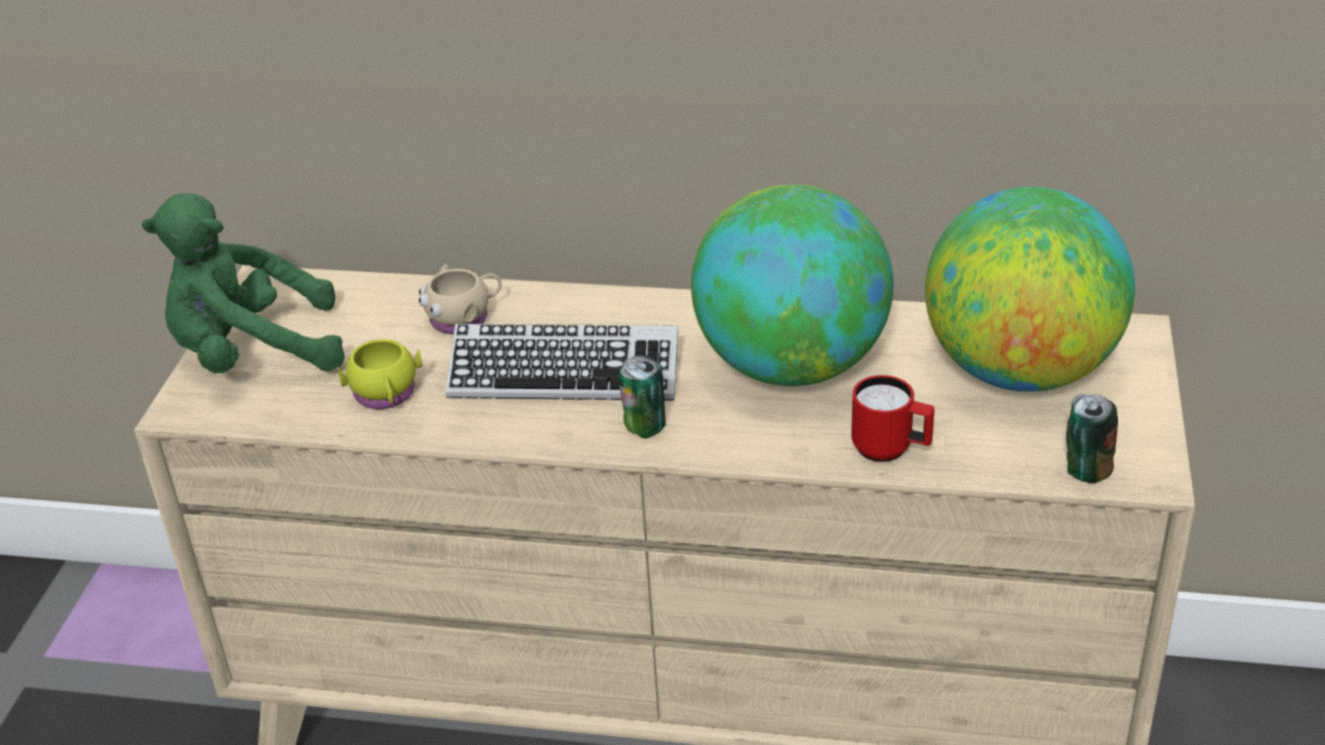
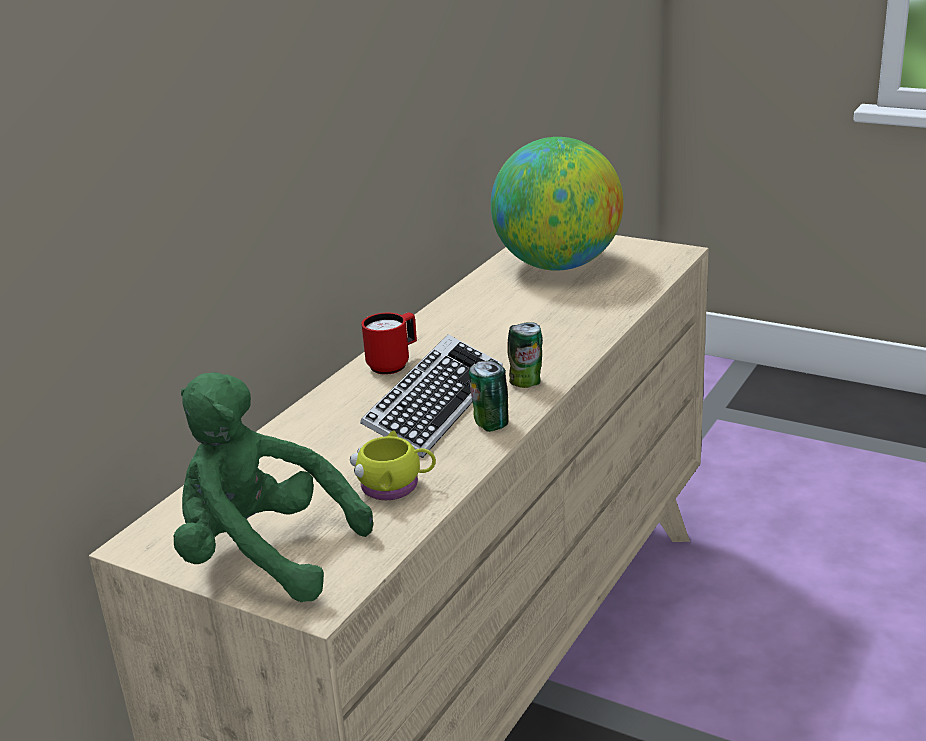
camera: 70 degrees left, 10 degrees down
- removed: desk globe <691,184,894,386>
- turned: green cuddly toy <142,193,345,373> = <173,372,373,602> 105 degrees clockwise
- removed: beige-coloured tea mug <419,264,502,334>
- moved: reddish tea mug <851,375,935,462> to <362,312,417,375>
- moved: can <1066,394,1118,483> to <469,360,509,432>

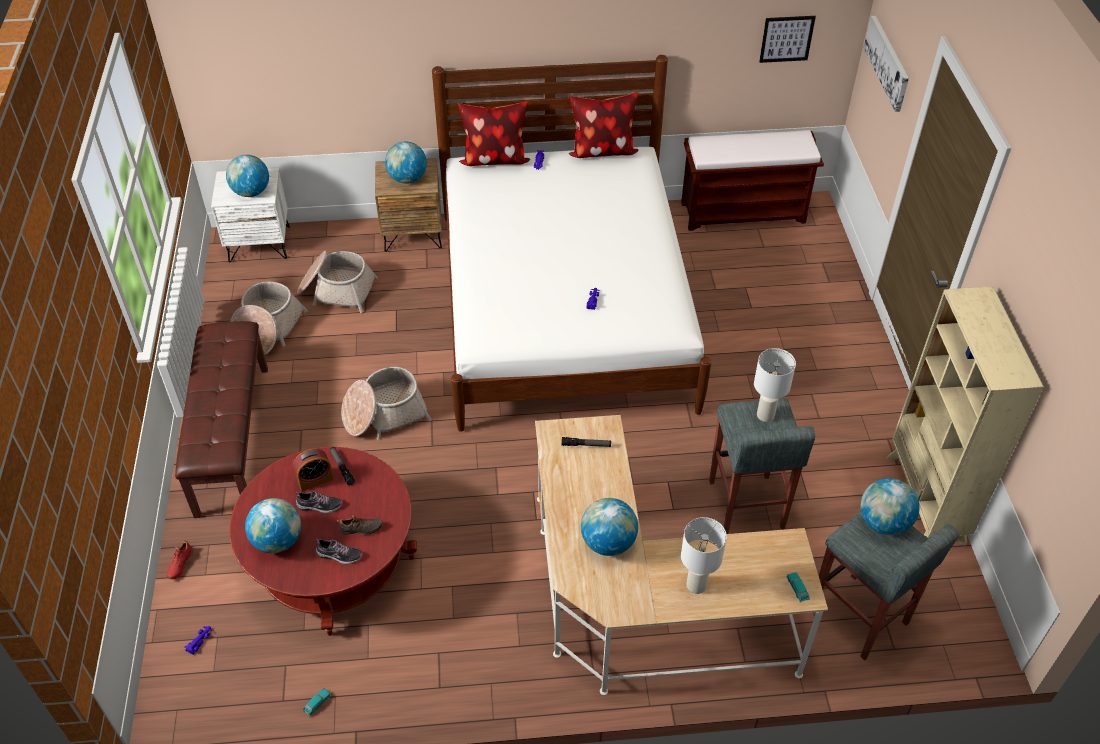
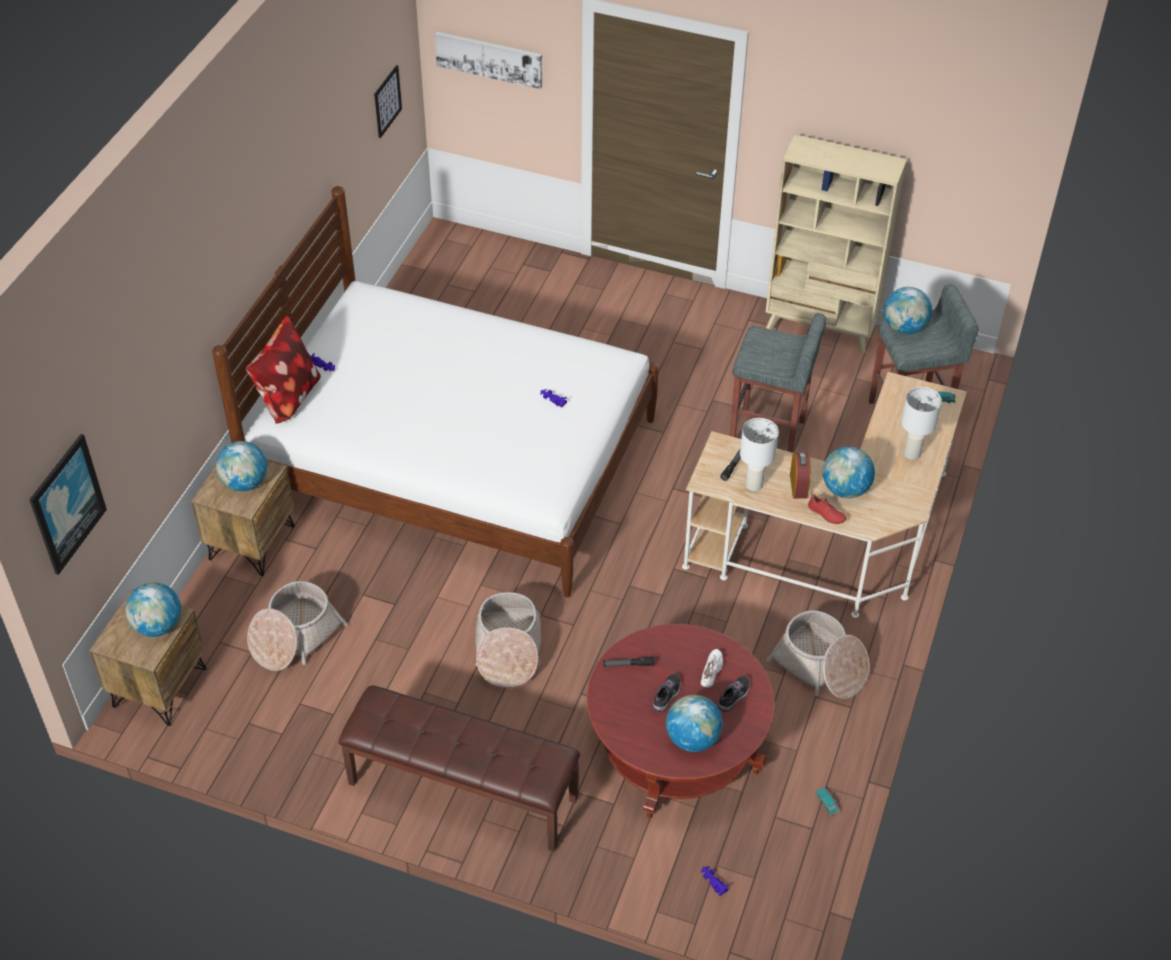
camera: 65 degrees left, 0 degrees up
- removed: cushion <569,92,639,158>
- removed: brownish long seat <681,130,824,231>
- recoloured: white-coloured night table <211,168,290,262> to brownish night table <89,590,206,726>
- moved: basket <230,282,308,355> to <767,610,870,699>
- moved: white-coloured lamp for a table <754,348,796,422> to <740,418,779,491>
- moved: bedside clock <293,448,334,491> to <790,453,811,499>
- recoloured: black-coloured shoe <337,515,383,535> to white-coloured shoe <701,649,723,688>
- moved: reddish shoe <167,539,193,579> to <808,493,847,524>
- added: wall art <29,434,107,575>

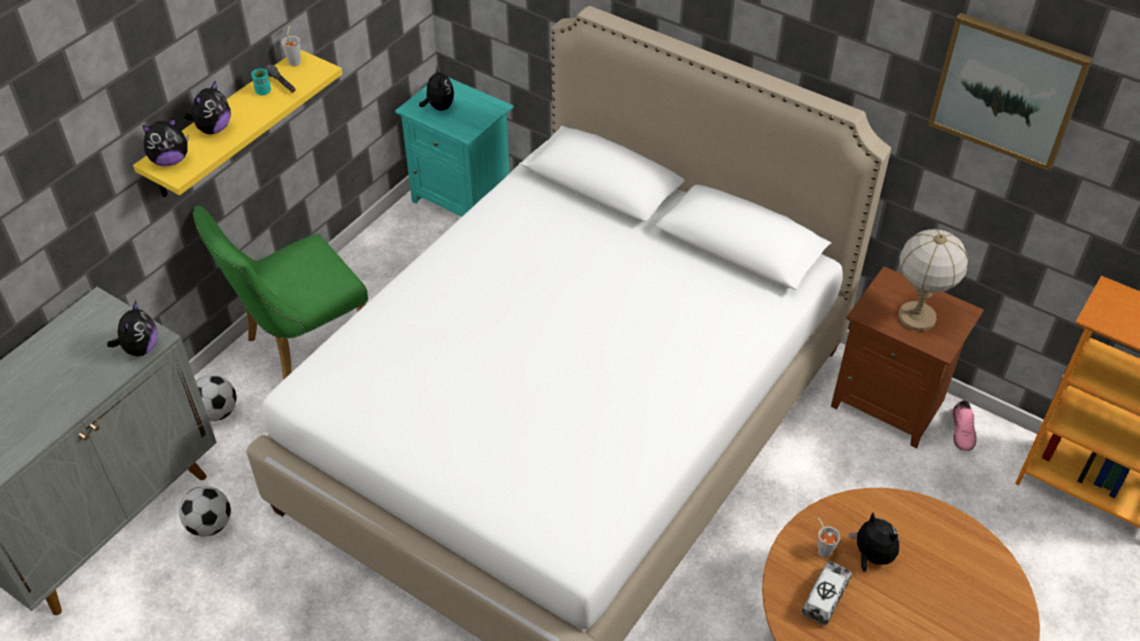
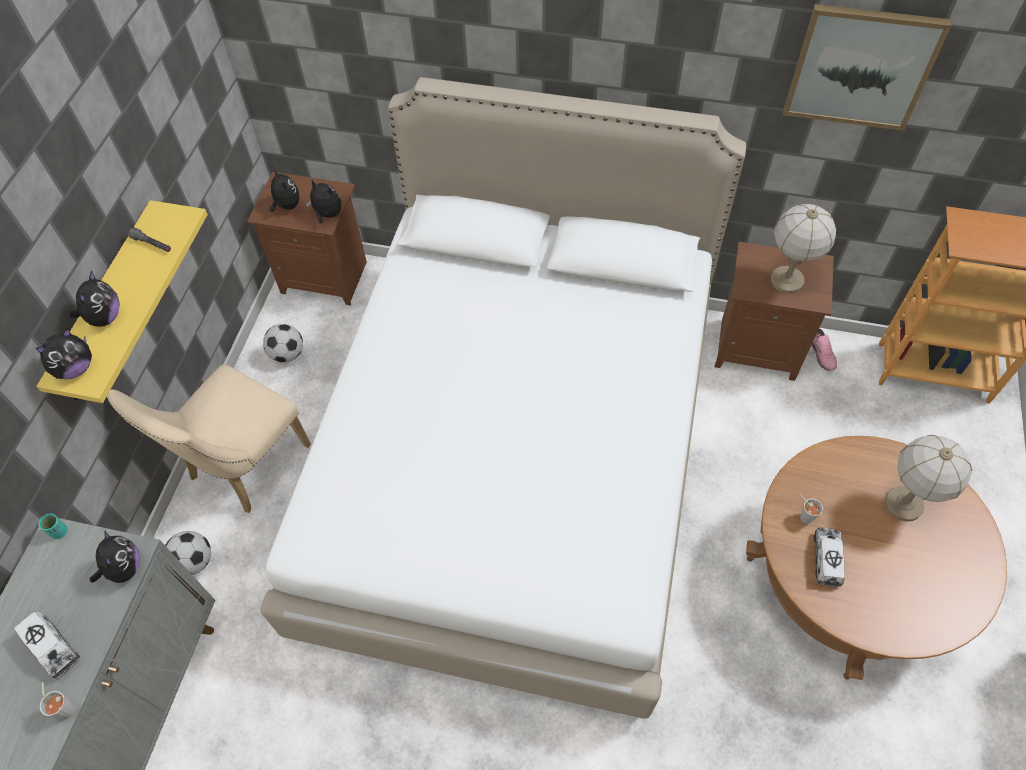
camera: 20 degrees left, 10 degrees up
- moved: greyish small cup <281,26,301,66> to <40,683,75,719>
- moved: turquoise-coloured small cup <251,68,271,95> to <39,514,68,539>
- recoloured: turquoise-coloured night table <395,77,514,217> to brownish night table <247,172,367,305>
- recoloured: green chair <193,205,368,380> to beige-coloured chair <107,364,311,513>
- moved: ball for football <179,486,231,537> to <263,324,303,363>
- moved: cuddly toy <849,512,900,572> to <305,180,341,224>
- added: lamp for a table <885,435,972,522>
- added: toy truck <14,612,80,680>

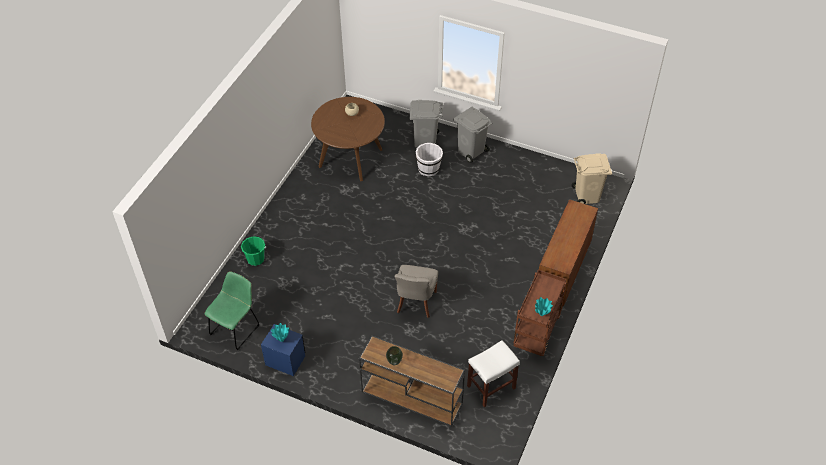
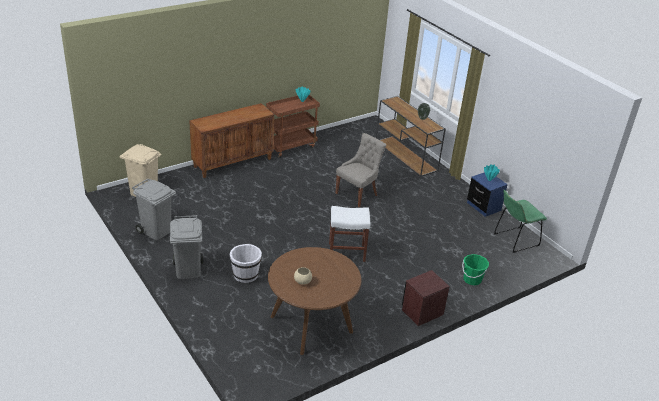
camera: 150 degrees left, 15 degrees down
- moved: greyish rubbish bin <410,100,443,148> to <132,179,176,240>
- moved: white-coloured stool <467,340,520,407> to <329,206,370,262>
- added: brownish night table <402,270,450,326>

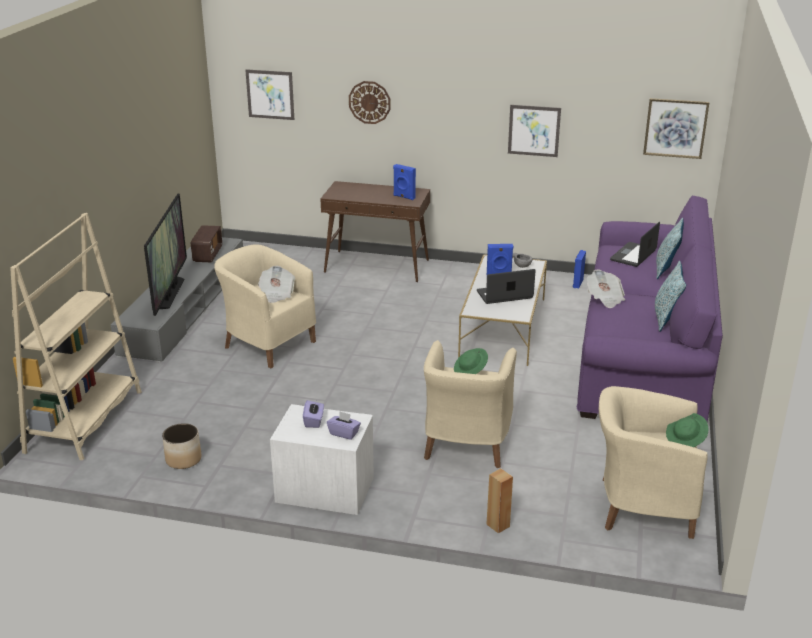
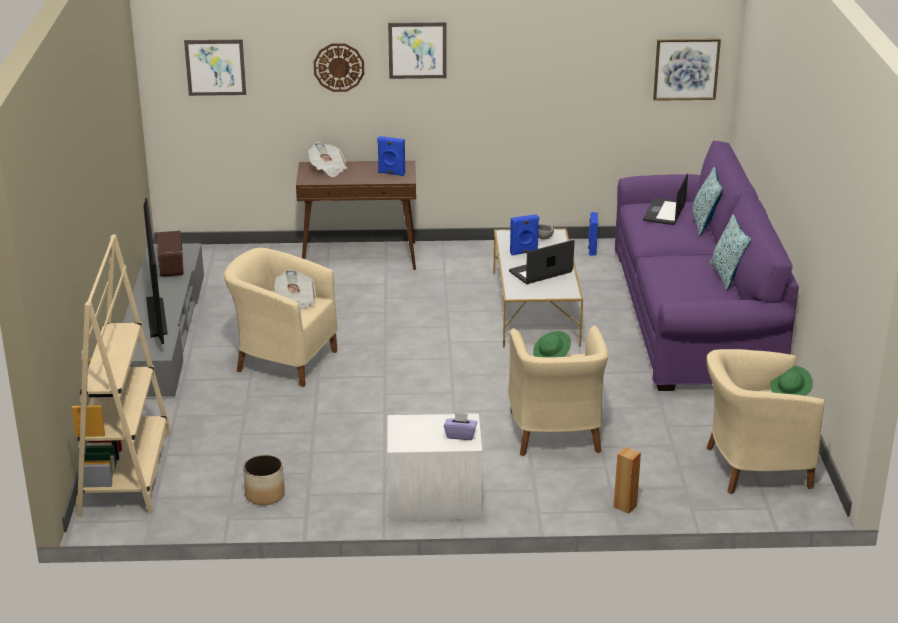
camera: 15 degrees left, 0 degrees up
- moved: wall art <508,105,561,157> to <388,22,446,79>
- moved: newspaper <587,269,625,308> to <308,142,347,177>
- removed: purplish box of tissues <303,400,324,428>

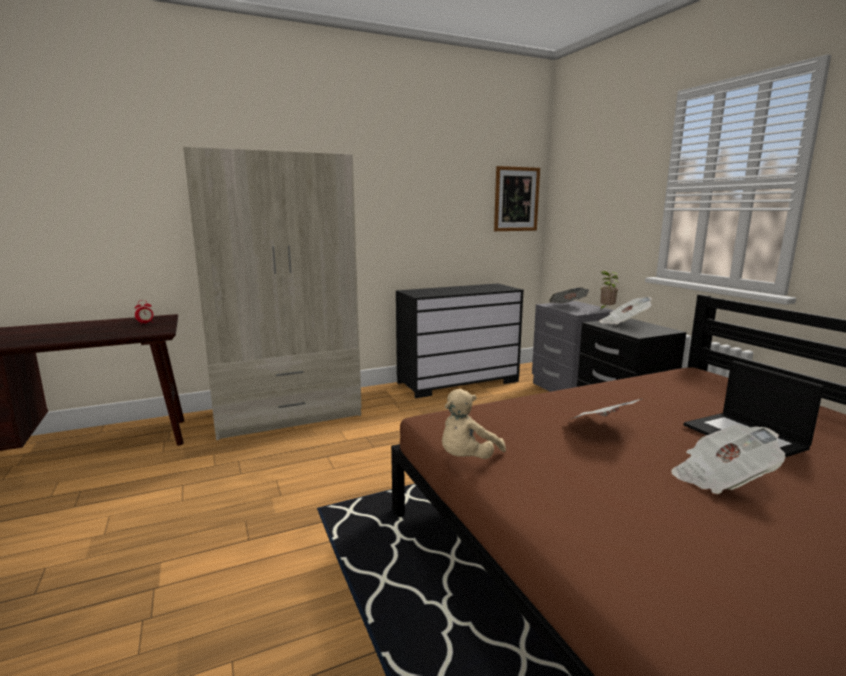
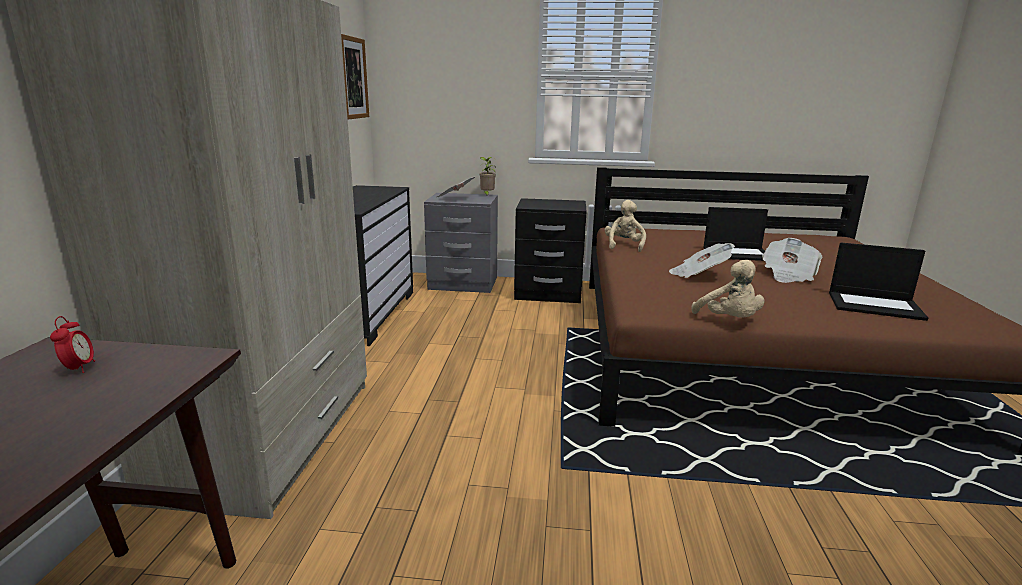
camera: 60 degrees left, 5 degrees up
- removed: newspaper <599,297,652,325>
- added: beige-coloured cuddly toy <605,200,646,252>
- added: laptop <829,243,928,321>

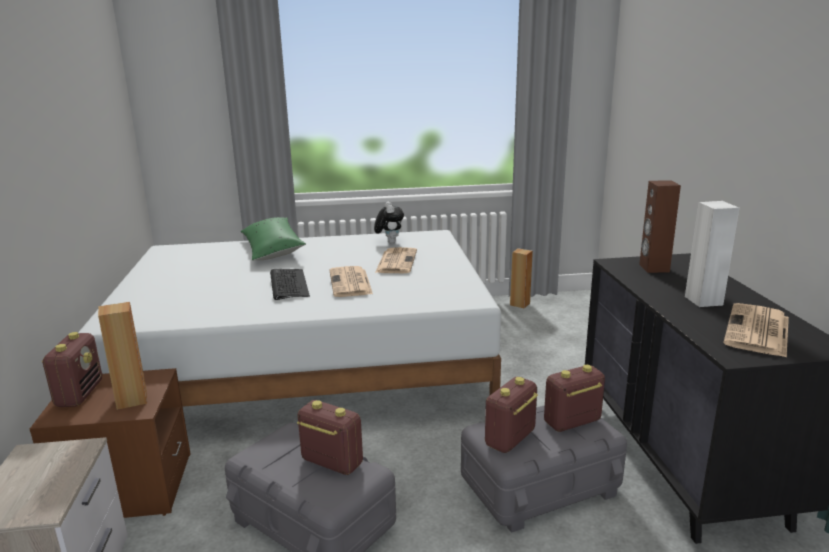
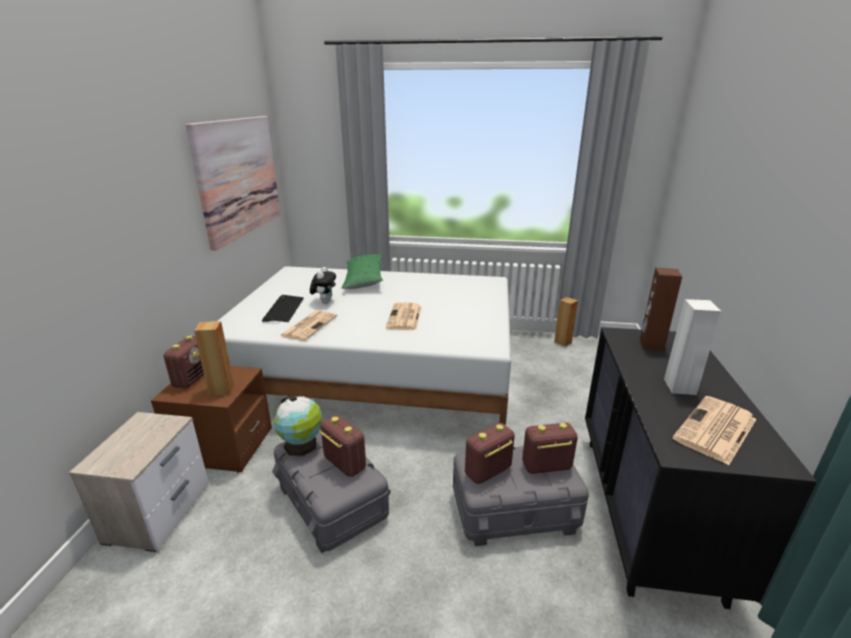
camera: 15 degrees right, 5 degrees up
- moved: cuddly toy <374,201,404,243> to <310,267,336,304>
- moved: newspaper <375,247,417,273> to <280,310,337,341>
- moved: PC keyboard <270,268,310,300> to <262,295,304,322>
- added: wall art <185,116,280,250>
- added: desk globe <274,395,322,456>

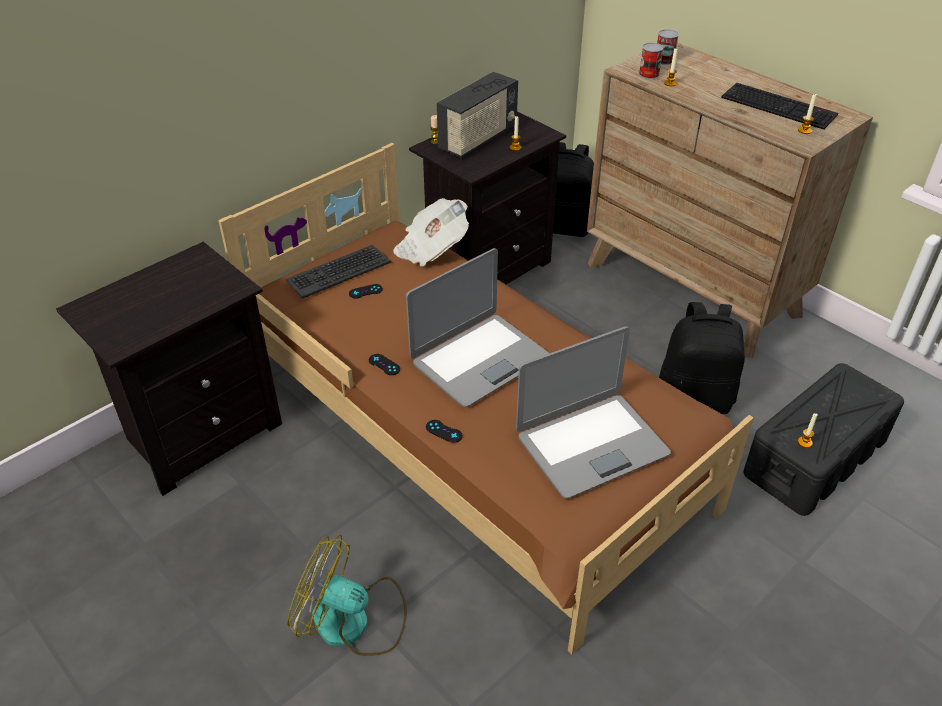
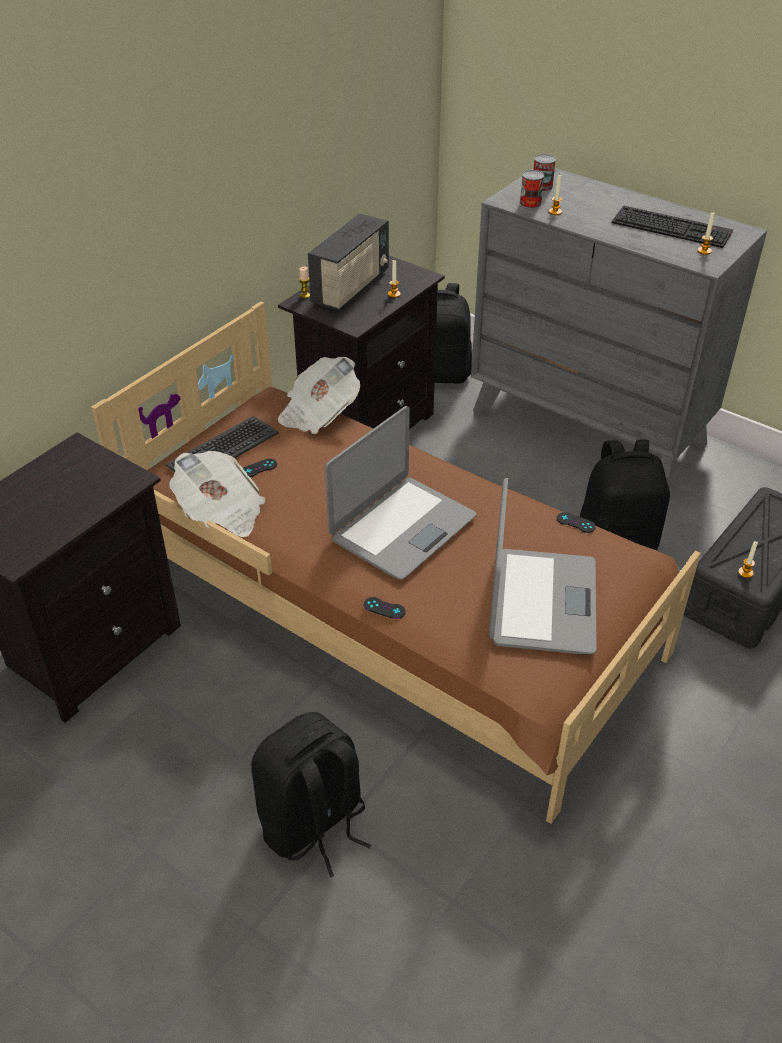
camera: 10 degrees left, 0 degrees up
- recoloured: brownish drawer chest <587,43,873,358> to greyish drawer chest <471,168,767,483>
- turned: laptop <516,326,671,499> = <489,478,597,654> 45 degrees counterclockwise
- moved: black-coloured joypad <369,354,400,375> to <557,512,596,533>
- replaced: cooling fan <287,535,407,656> to black-coloured backpack <251,712,371,878>
- added: newspaper <169,451,266,537>

